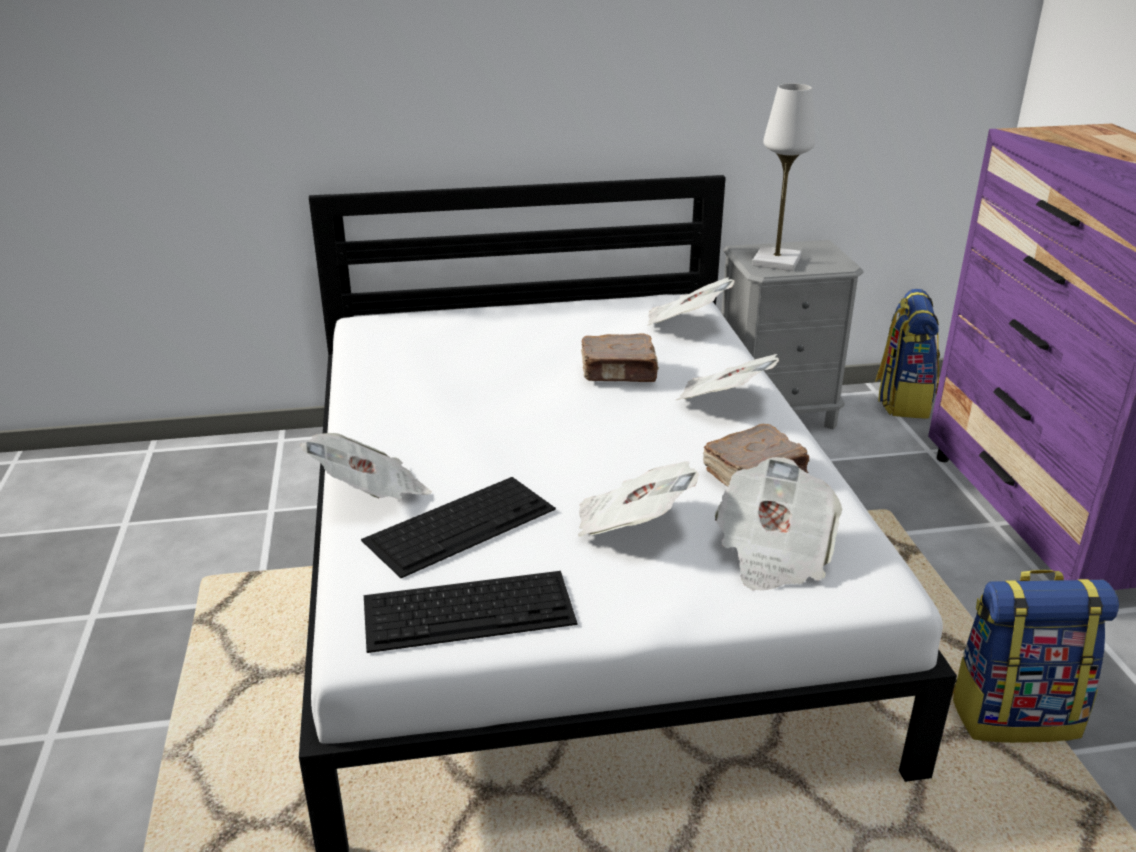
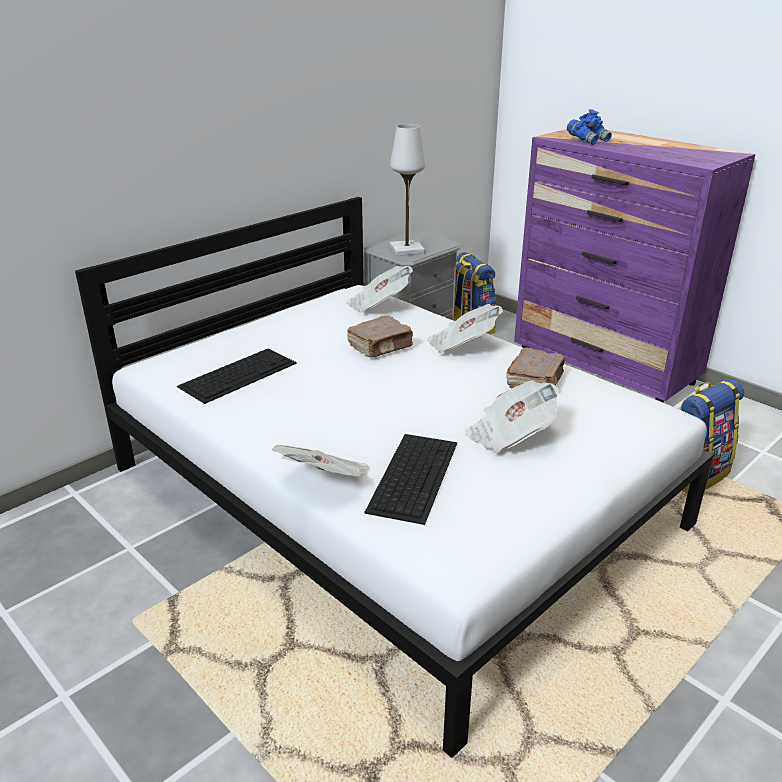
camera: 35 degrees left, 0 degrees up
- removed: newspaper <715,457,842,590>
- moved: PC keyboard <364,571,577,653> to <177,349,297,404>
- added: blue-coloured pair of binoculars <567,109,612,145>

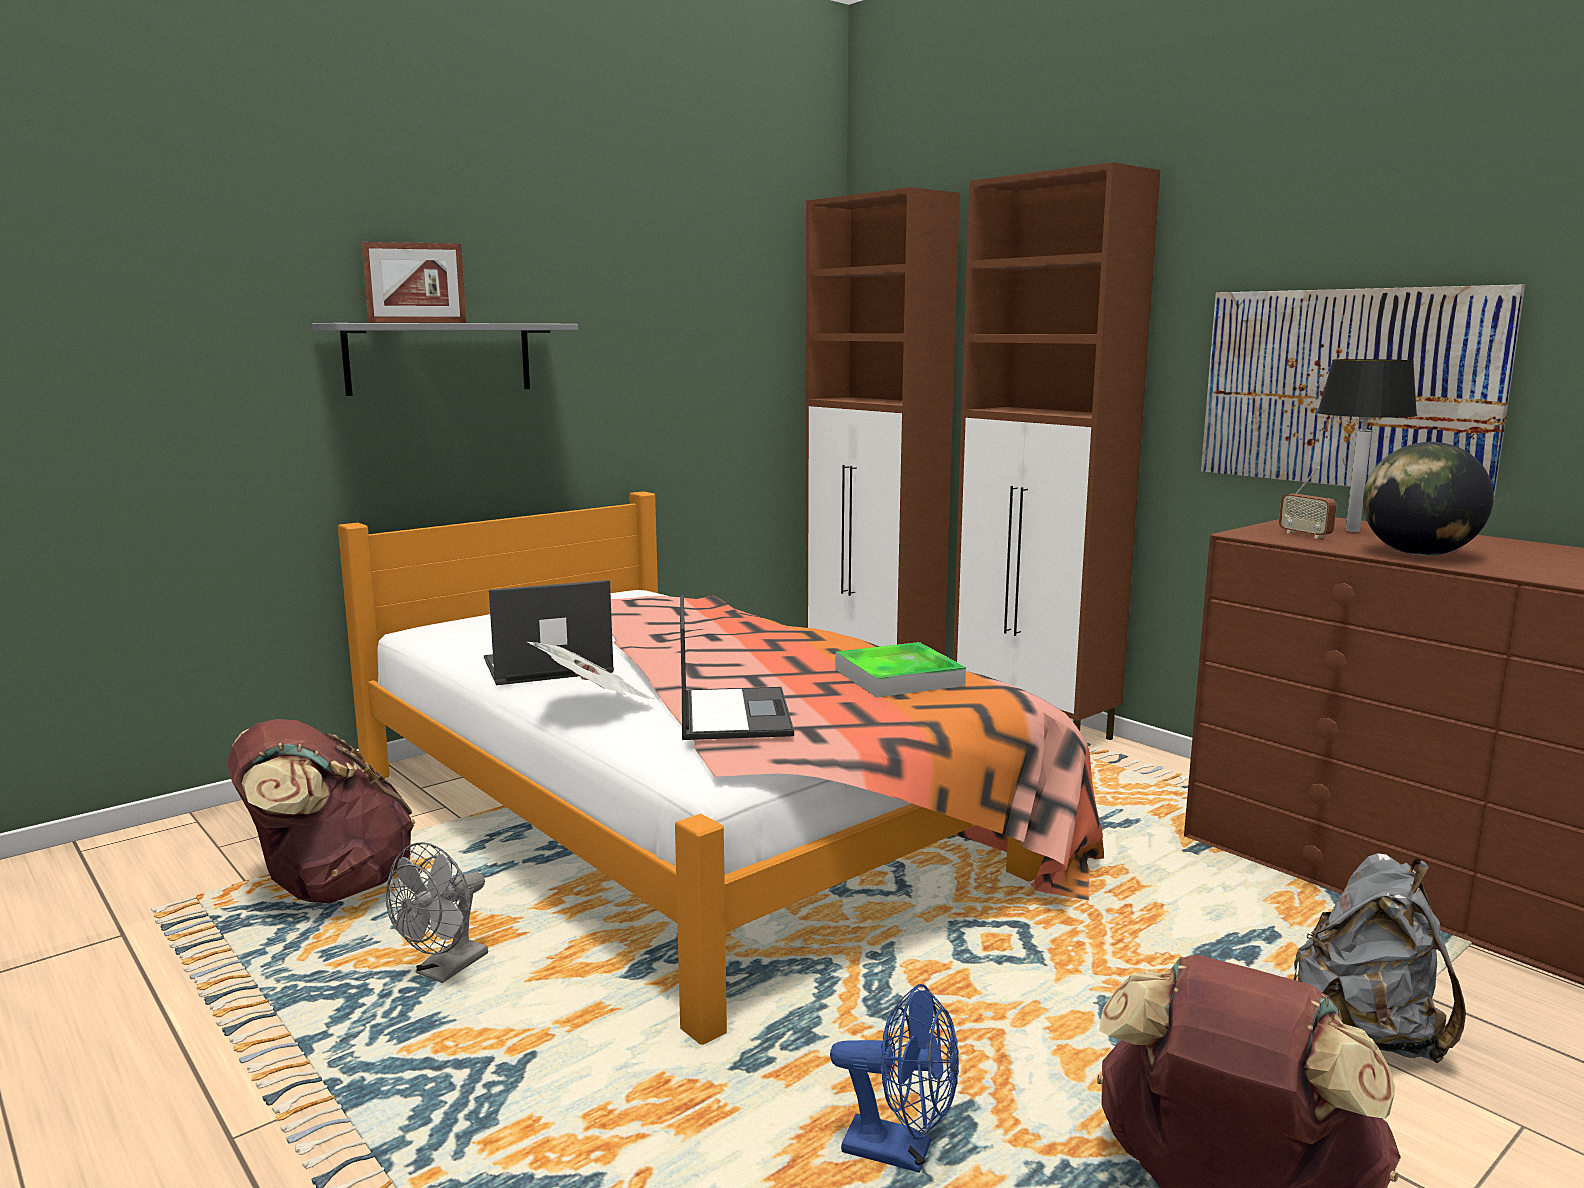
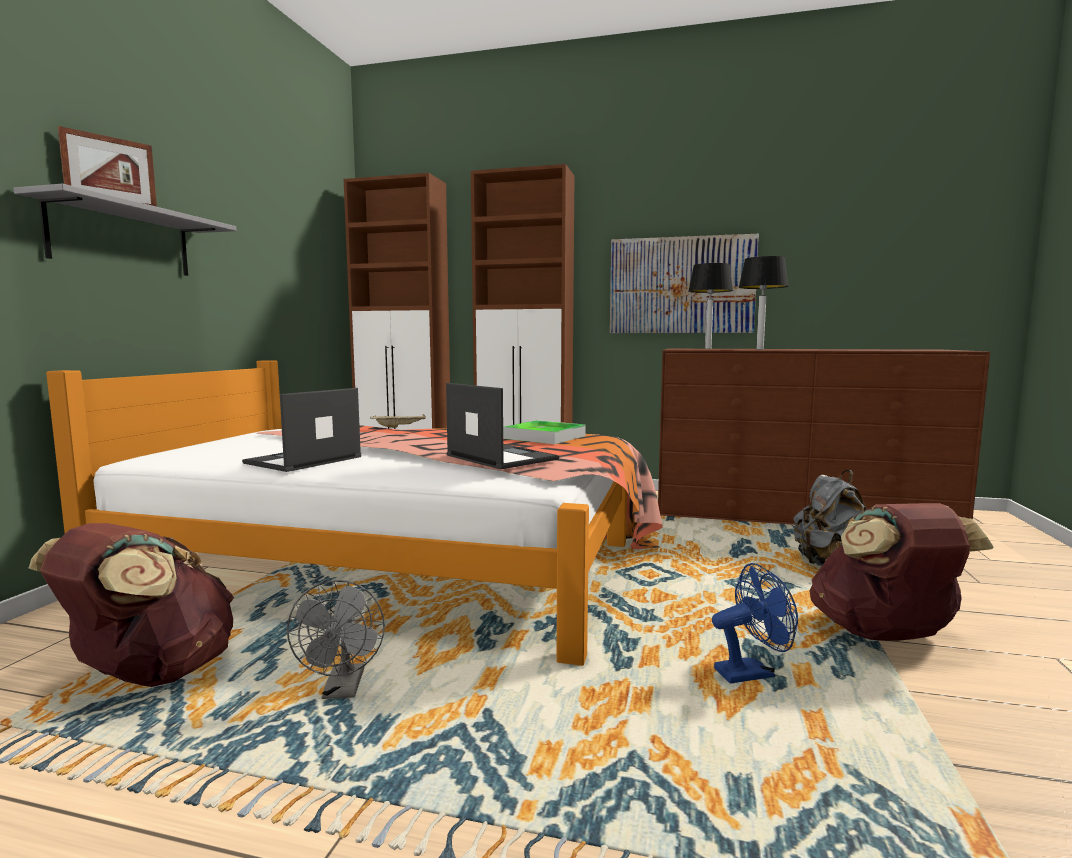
camera: 35 degrees left, 5 degrees down
- replaced: desk globe <1363,442,1494,556> to lamp for a table <739,256,789,350>
- removed: radio <1279,467,1336,539>
- removed: newspaper <527,642,654,699>
- added: beige-coloured serving tray <370,414,426,428>

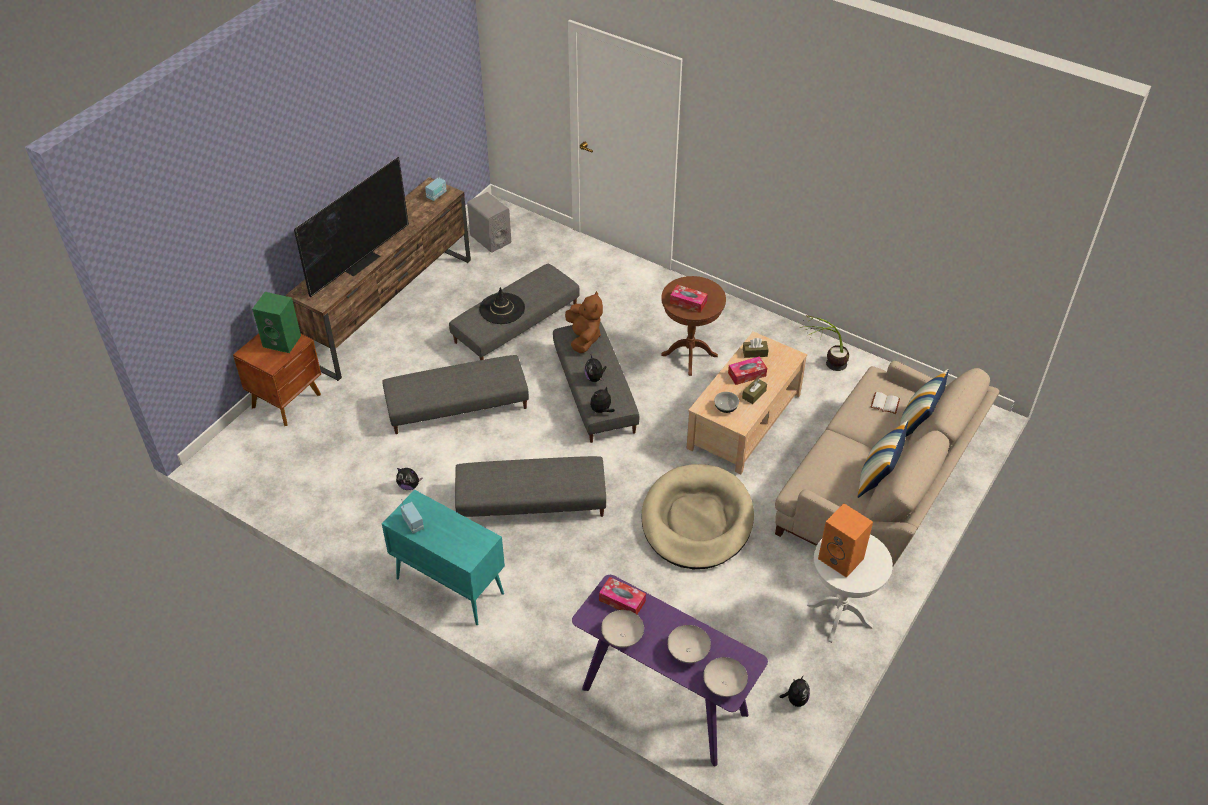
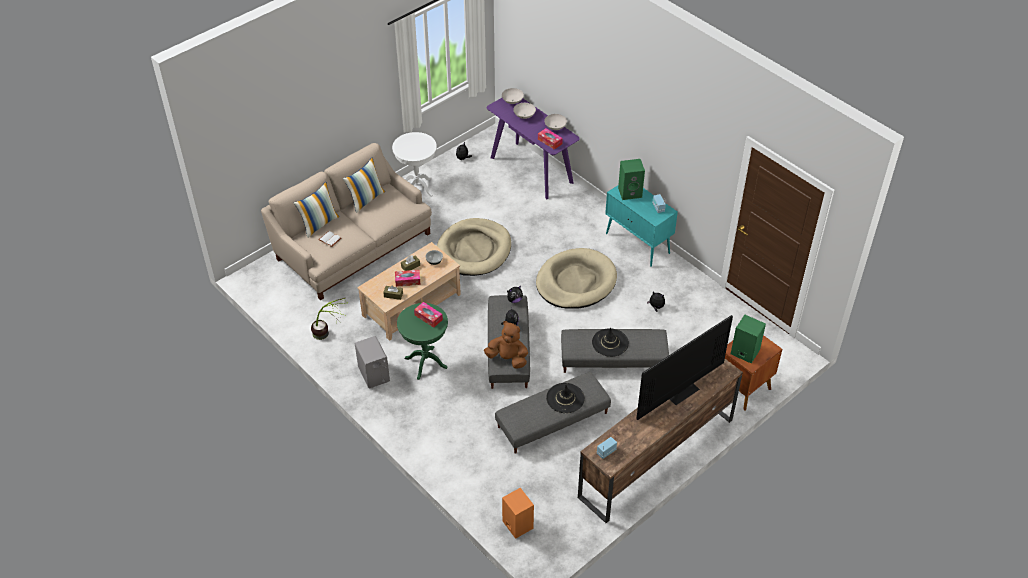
camera: 165 degrees left, 0 degrees up
- moved: greyish audio speaker <467,192,511,253> to <355,336,390,388>
- recoloured: brownish side table <661,276,726,376> to green side table <397,303,448,380>
- turned: brownish cuddly toy <565,291,603,353> = <484,321,528,369> 105 degrees clockwise
- replaced: greyish pouffe <455,456,606,517> to beige-coloured pet bed <536,248,617,309>
- moved: orange audio speaker <818,503,873,578> to <502,488,534,539>
- added: green audio speaker <618,159,645,200>
- added: black-coloured wearable hat <592,328,629,357>

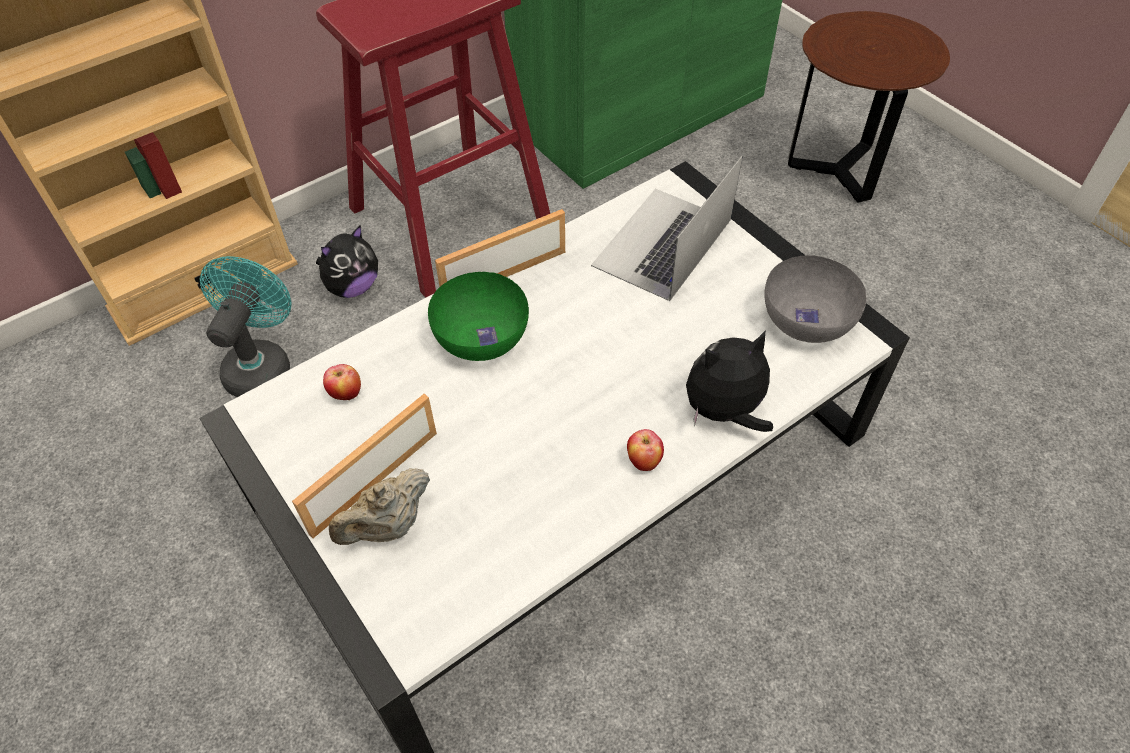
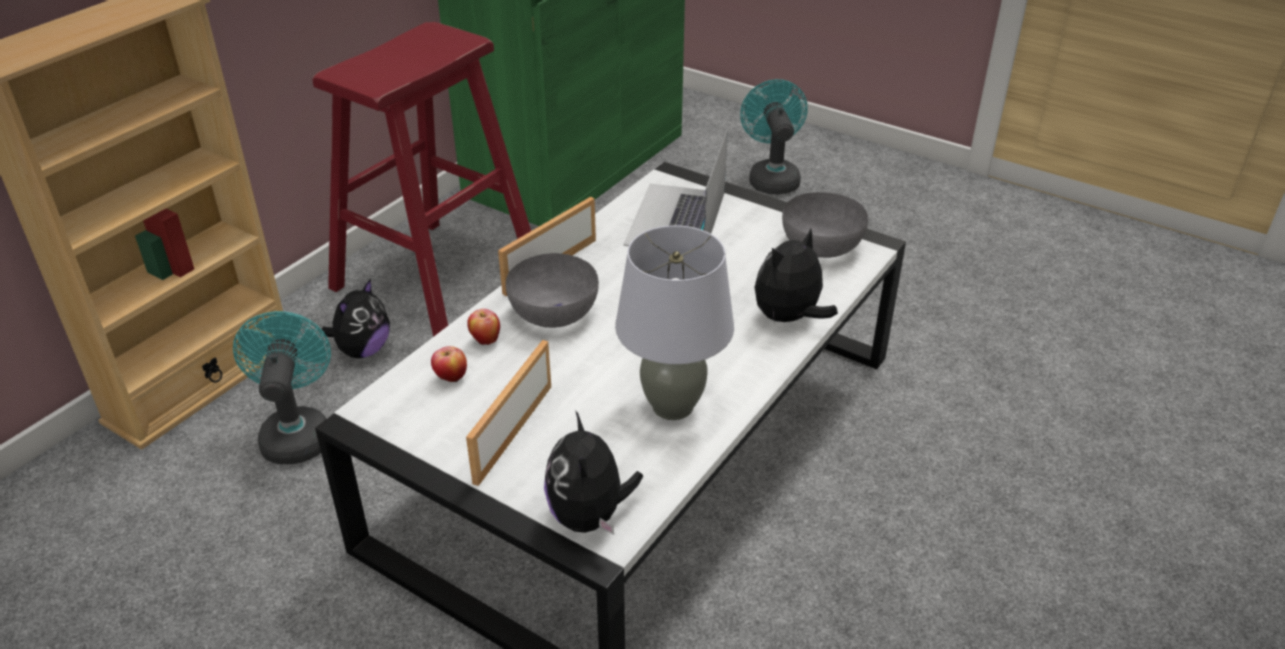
camera: 20 degrees left, 15 degrees down
- replaced: brownish side table <788,11,950,203> to turquoise-coloured cooling fan <740,79,808,194>
- recoloured: green deep dish <428,272,529,361> to greyish deep dish <506,253,599,328>
- moved: apple fruit <627,429,664,471> to <467,309,500,345>
- removed: beige-coloured tea pot <329,468,430,545>
- added: greyish lamp for a table <615,225,734,420>
- added: cuddly toy <544,410,643,535>

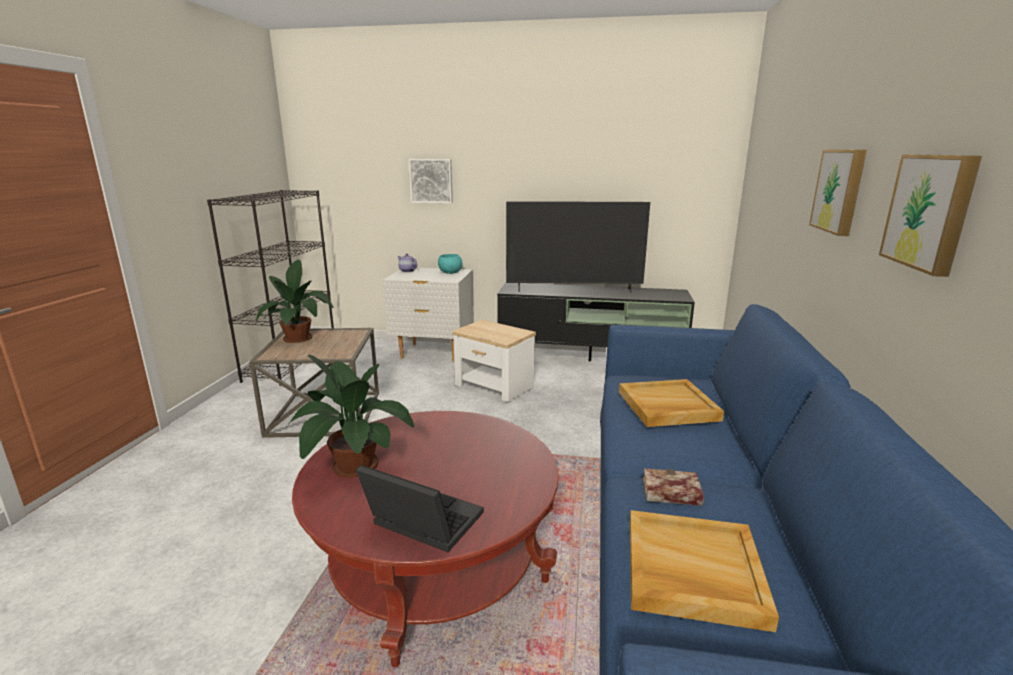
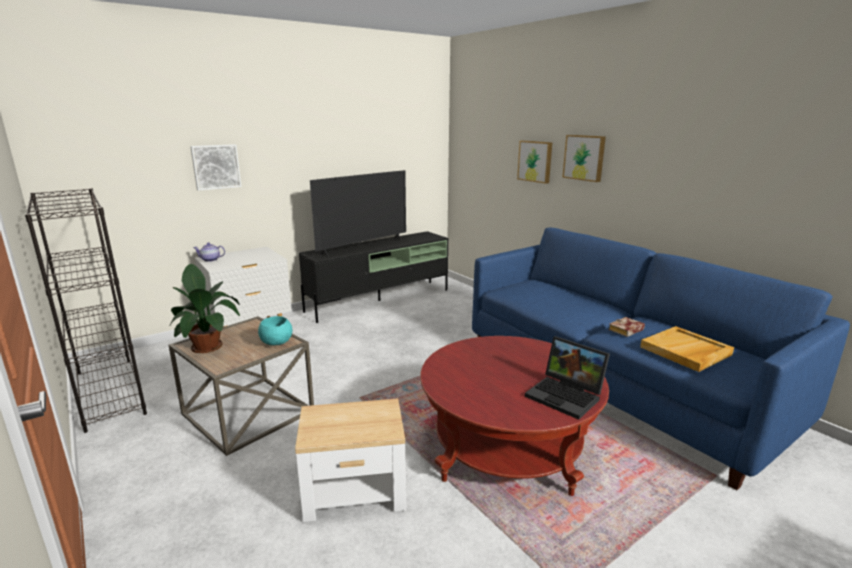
camera: 45 degrees left, 0 degrees up
- moved: wall art <879,154,982,277> to <517,141,552,184>
- moved: turquoise-coloured deep dish <438,254,462,274> to <258,316,292,346>
- moved: side table <452,320,536,402> to <295,398,406,522>
- removed: potted plant <285,355,414,478>
- removed: beige-coloured serving tray <619,379,724,427>
- turned: laptop <356,465,484,552> = <525,336,610,420> 120 degrees counterclockwise

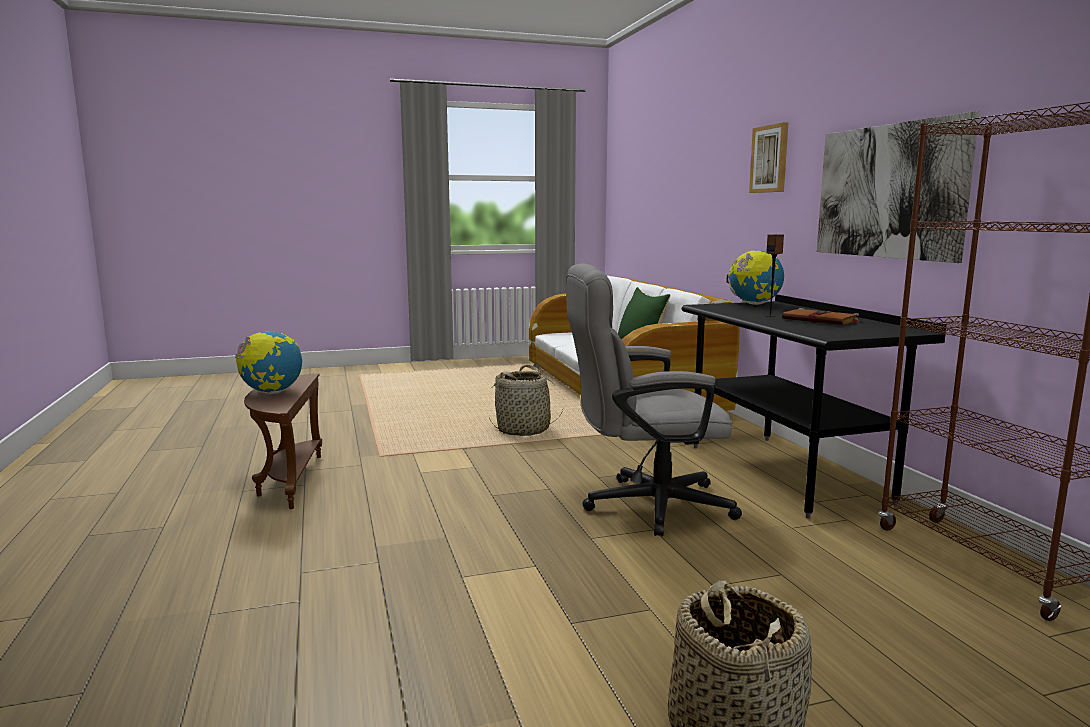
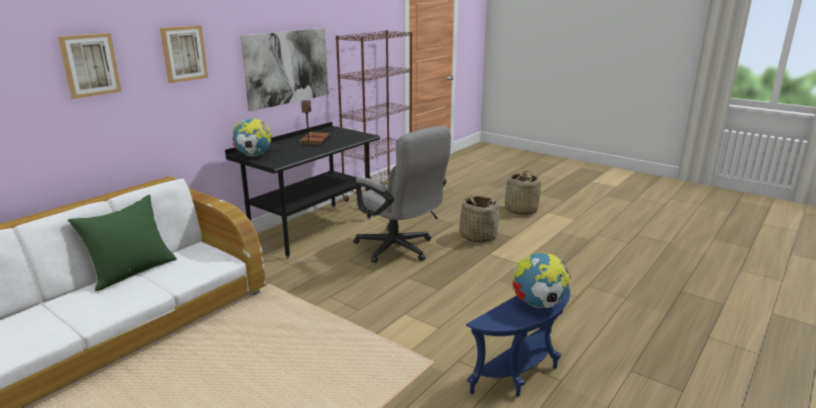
camera: 125 degrees left, 10 degrees up
- moved: basket <489,365,563,436> to <459,194,499,243>
- recoloured: brownish side table <244,373,322,509> to blue-coloured side table <466,287,570,396>
- added: wall art <58,33,122,99>

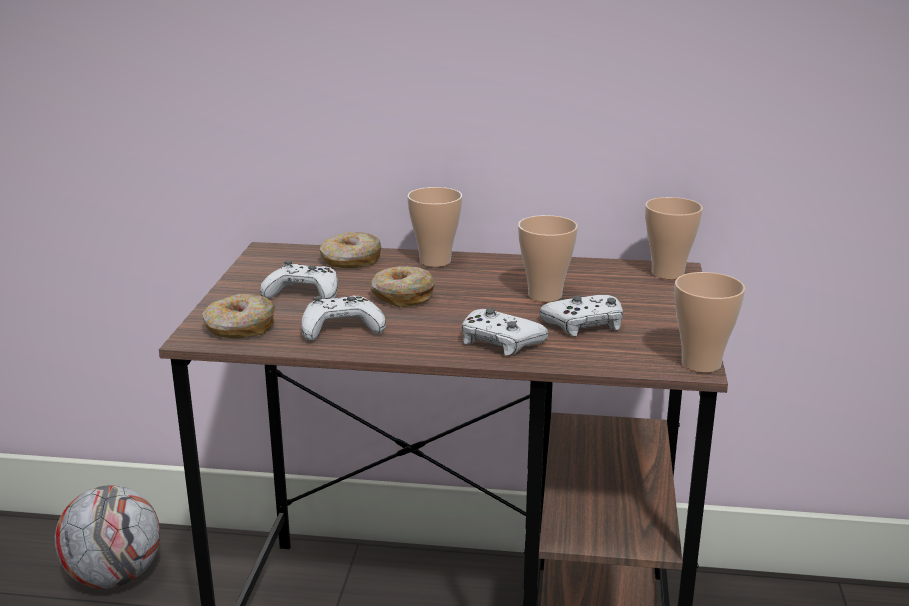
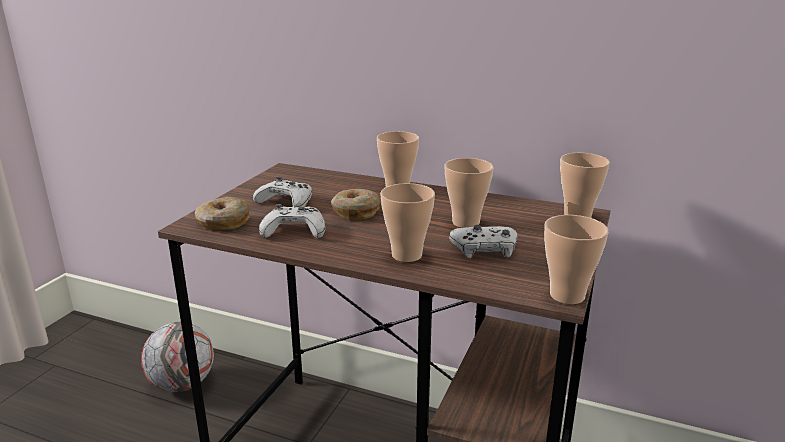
camera: 15 degrees right, 0 degrees up
- removed: doughnut <320,232,381,268>
- replaced: white-coloured joypad <462,308,548,356> to small cup <380,183,435,262>

